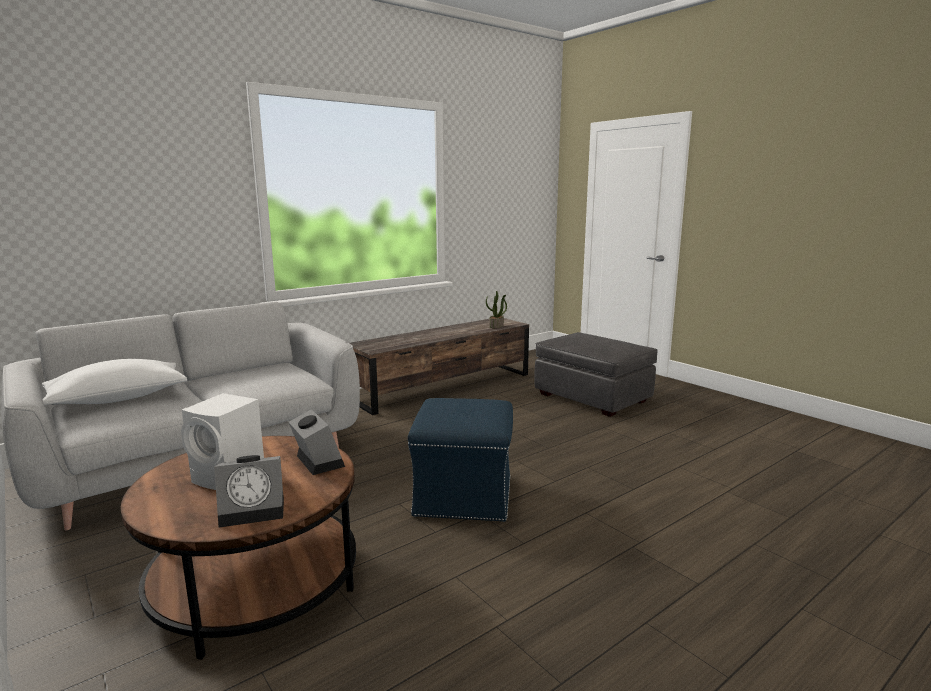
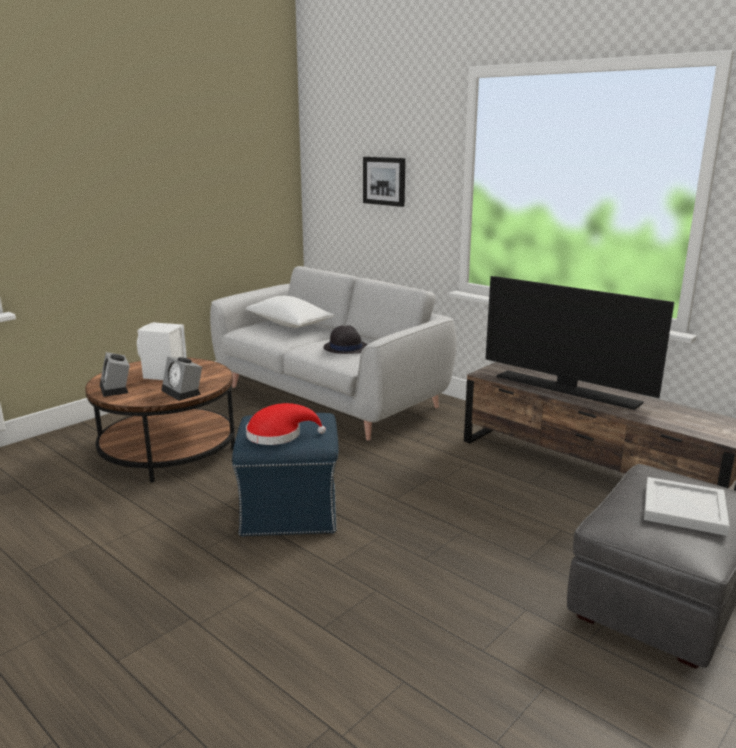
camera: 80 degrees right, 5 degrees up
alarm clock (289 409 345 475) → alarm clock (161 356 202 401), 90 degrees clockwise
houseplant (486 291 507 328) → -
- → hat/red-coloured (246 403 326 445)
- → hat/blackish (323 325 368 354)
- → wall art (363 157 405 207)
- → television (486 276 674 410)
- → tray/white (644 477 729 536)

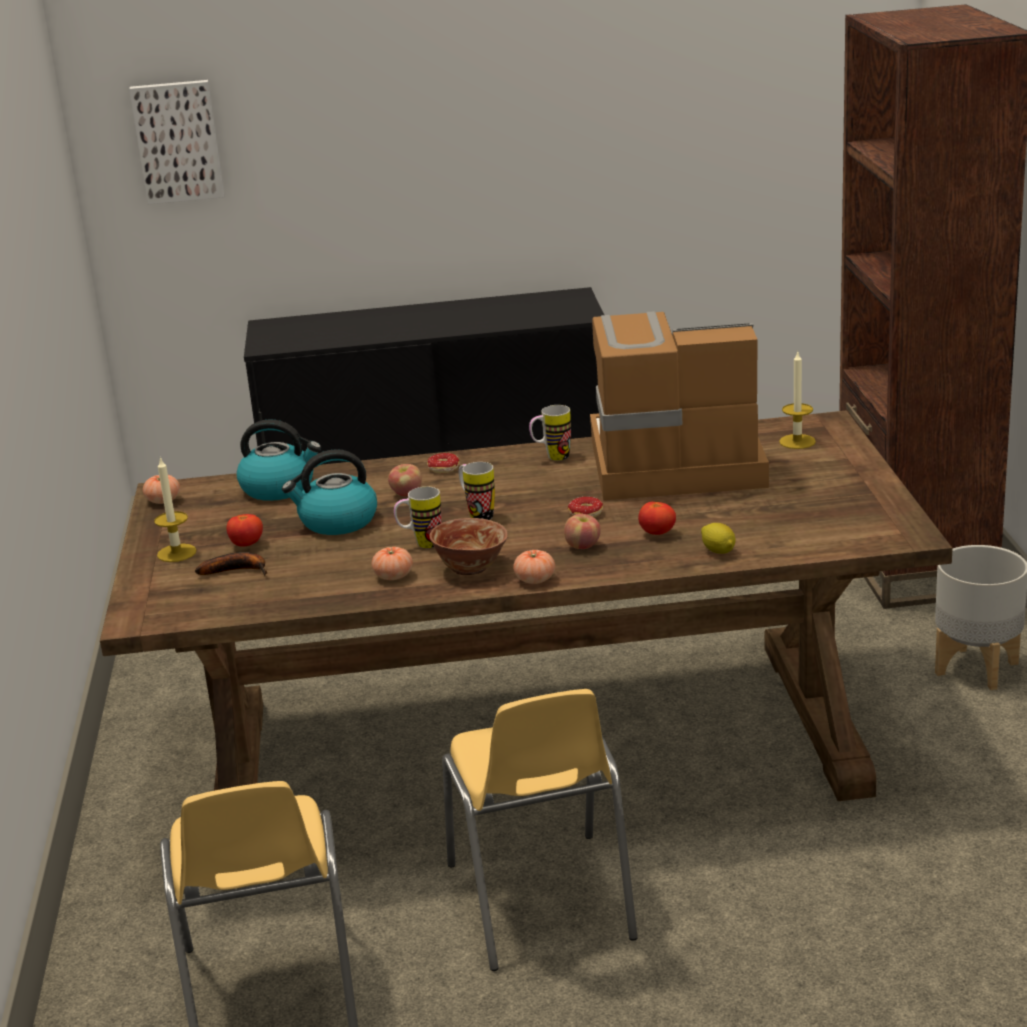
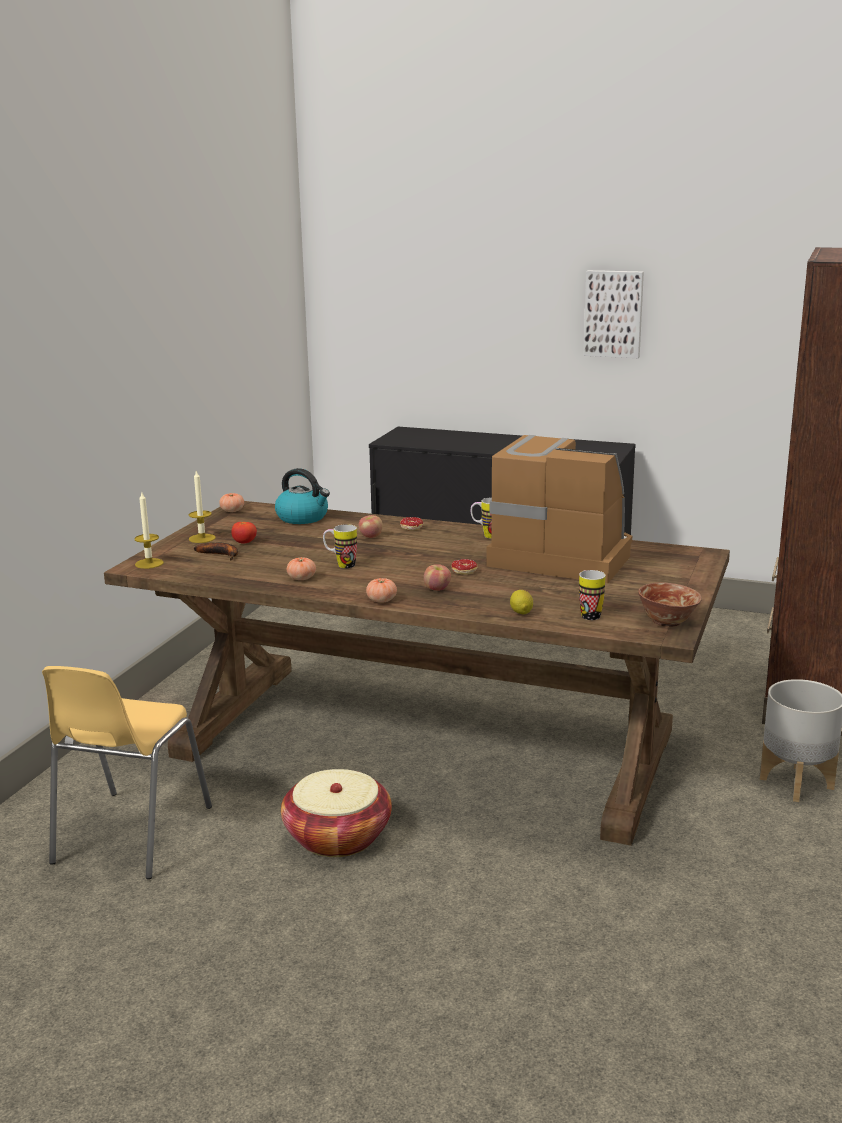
camera: 25 degrees right, 5 degrees down
wall art (129 80 225 204) → wall art (583 270 644 358), moved
water kettle (282 449 377 535) → -
bowl (429 518 508 575) → bowl (638 582 702 627), moved
upright chair/yellowish (442 689 638 971) → household basket (281 769 392 857)
tea mug (459 462 495 520) → tea mug (579 570 606 620), moved
fresh tomato (638 502 676 535) → -
wax light (779 350 816 449) → wax light (134 493 164 569), moved

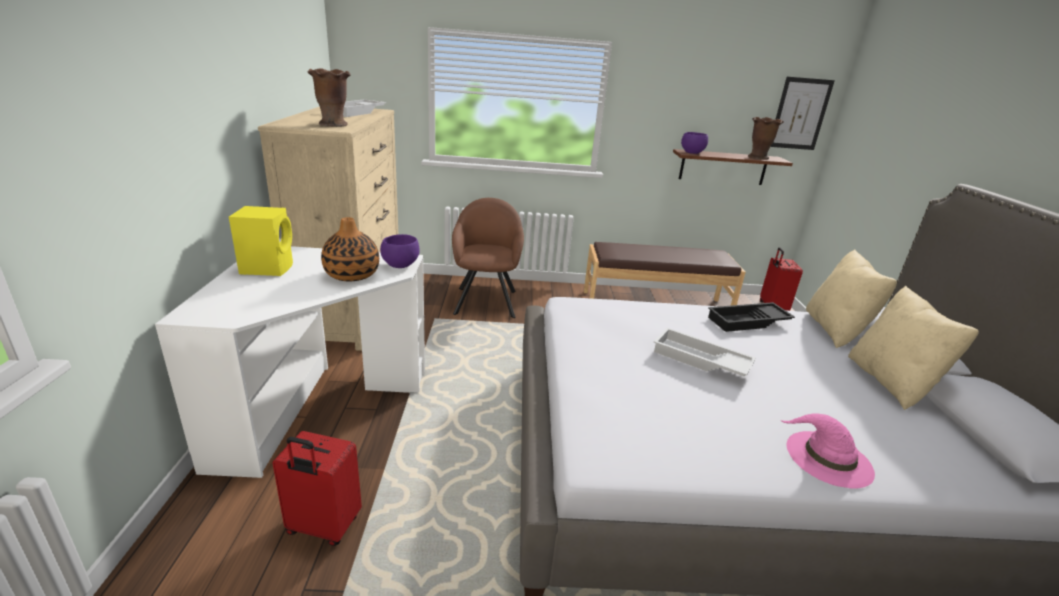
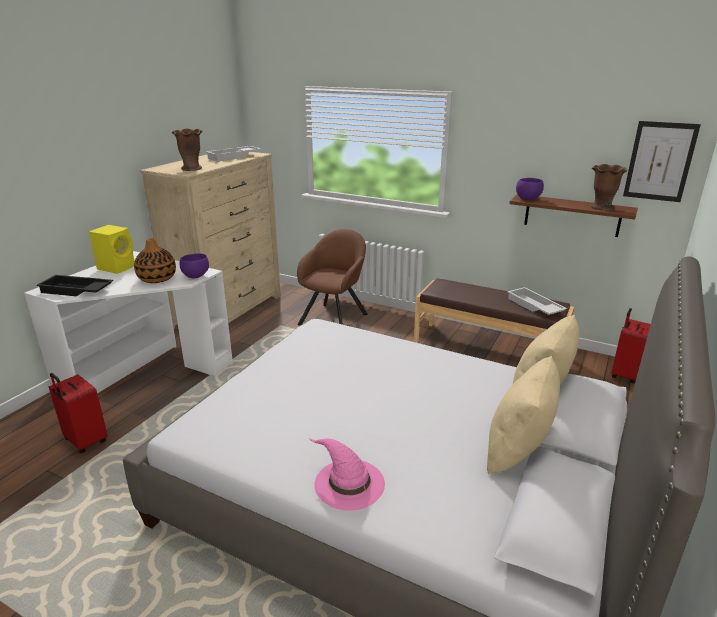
camera: 30 degrees right, 0 degrees up
tray/white (654 328 756 376) → tray/white (507 287 567 315), moved
tray/blackish (708 302 795 332) → tray/blackish (37 275 113 296), moved

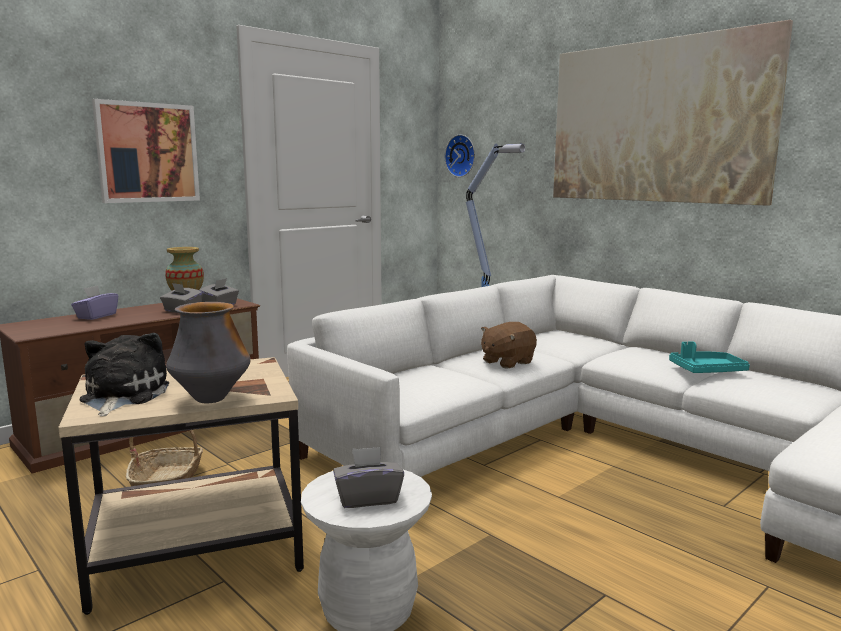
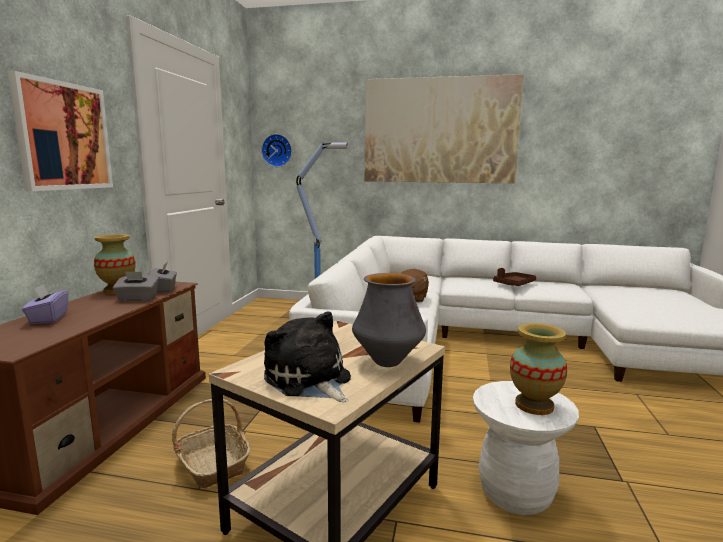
camera: 35 degrees left, 0 degrees up
tissue box/greyish (333 447 404 508) → vase (510 323 567 415)
tray/turquoise-coloured (669 341 750 373) → tray/brown-coloured (493 268 536 286)

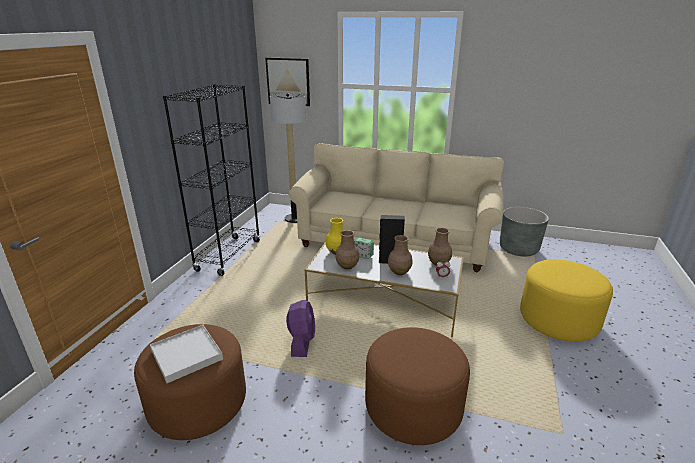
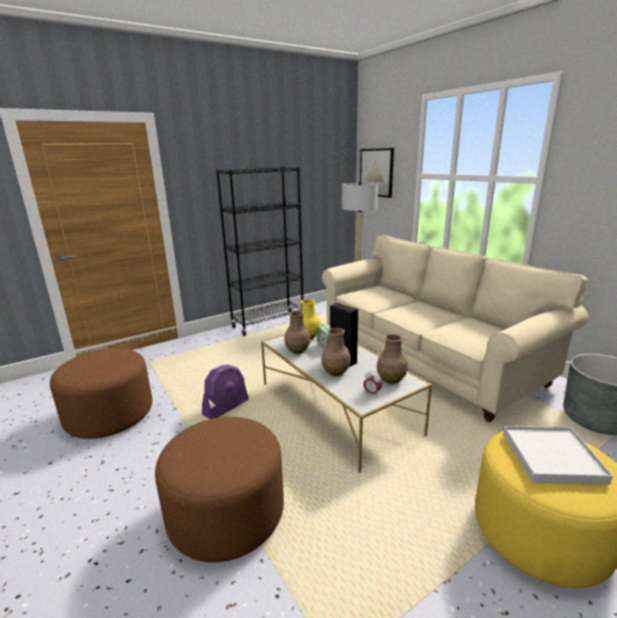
camera: 40 degrees right, 5 degrees down
tray/white (150 325 223 383) → tray/white (503 426 613 485), moved

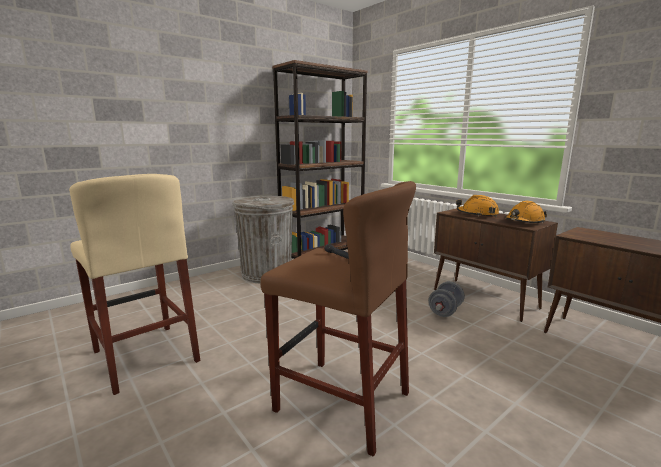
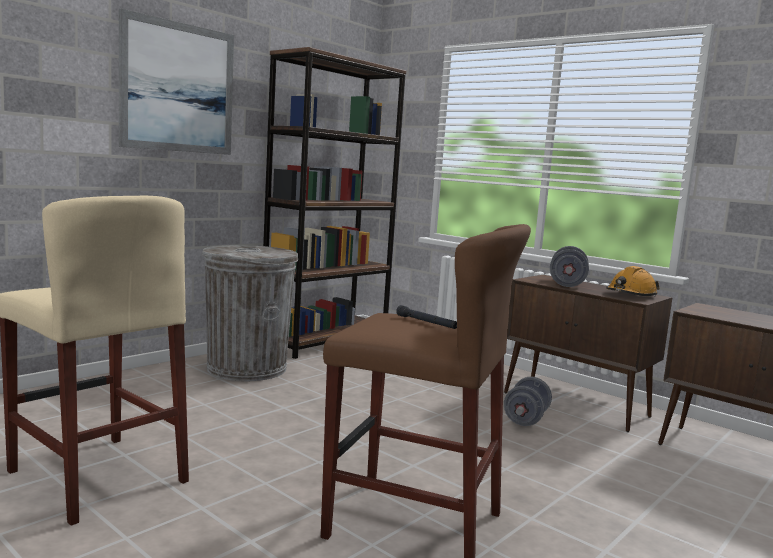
camera: 10 degrees left, 5 degrees down
work helmet/orangey (456 195 499 217) → hand weight/greyish (550 246 589 287)
- → wall art (119 9 234 155)

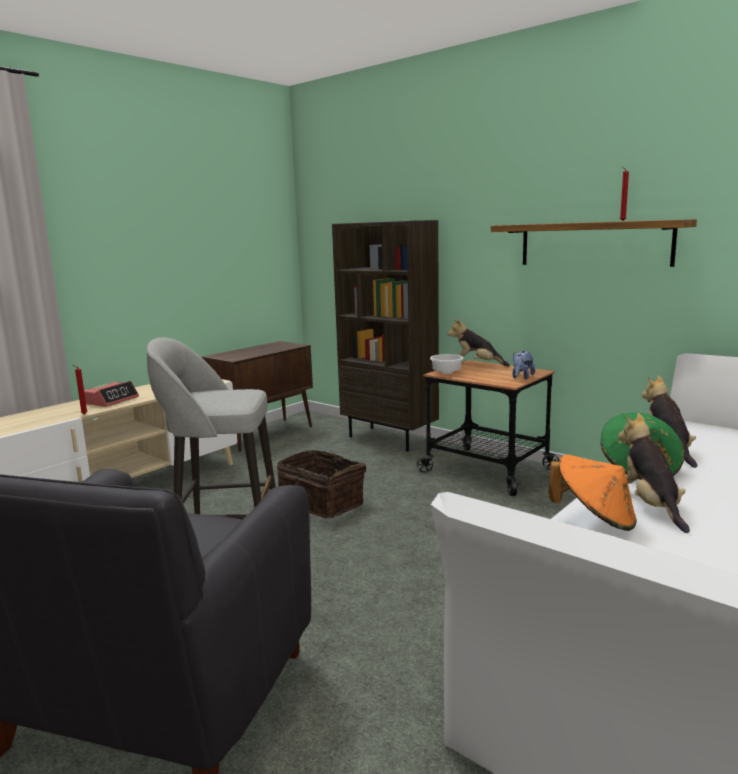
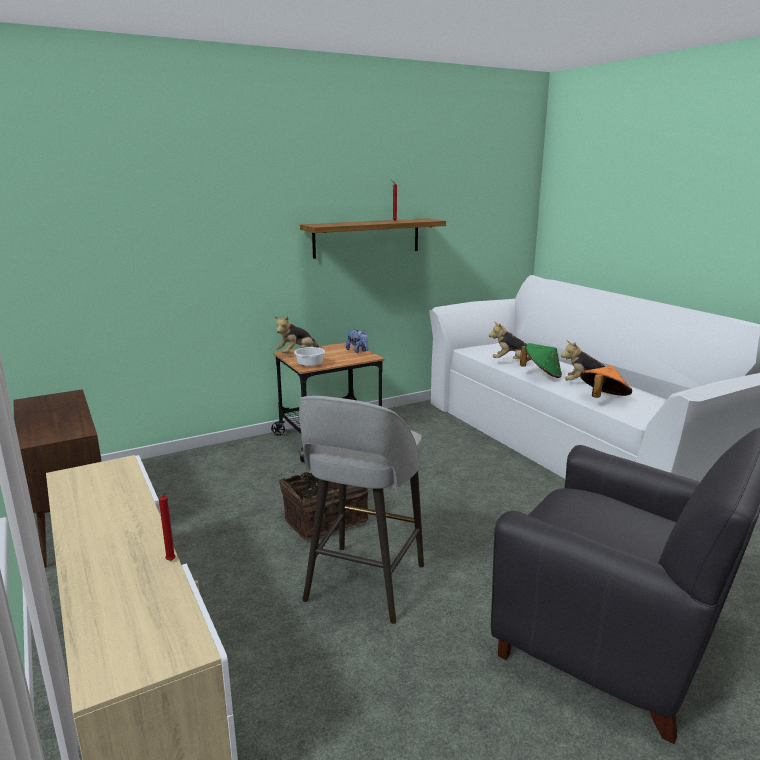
camera: 70 degrees left, 5 degrees up
alarm clock (84 381 139 407) → -
shelving unit/brown-coloured (332 220 439 452) → -

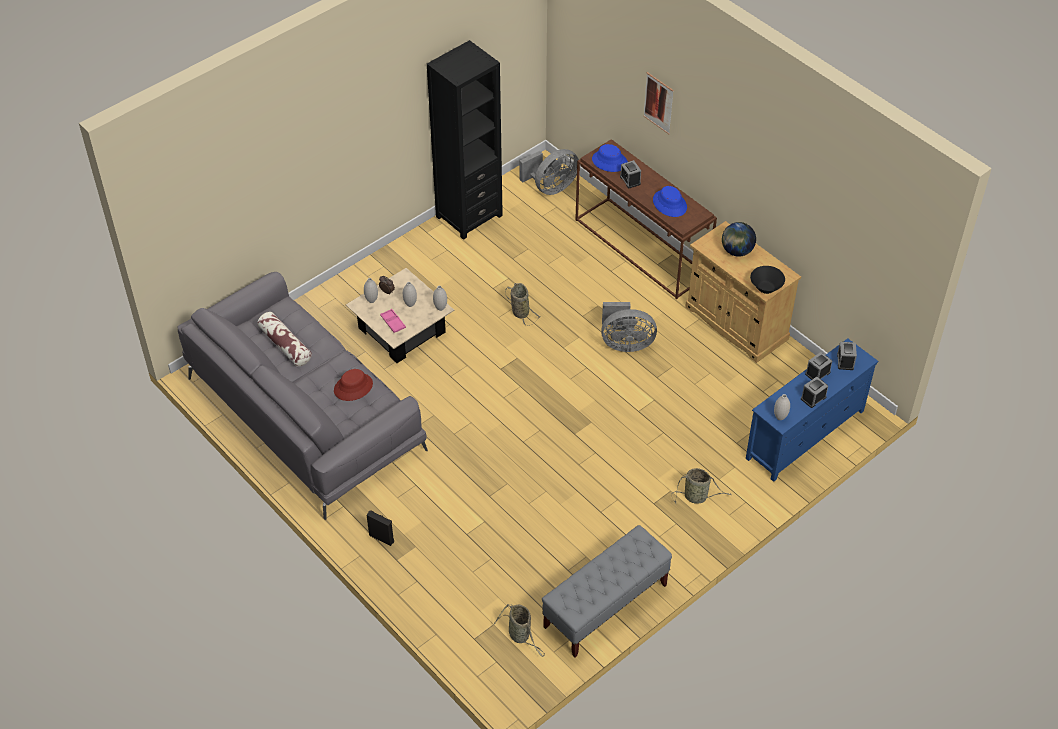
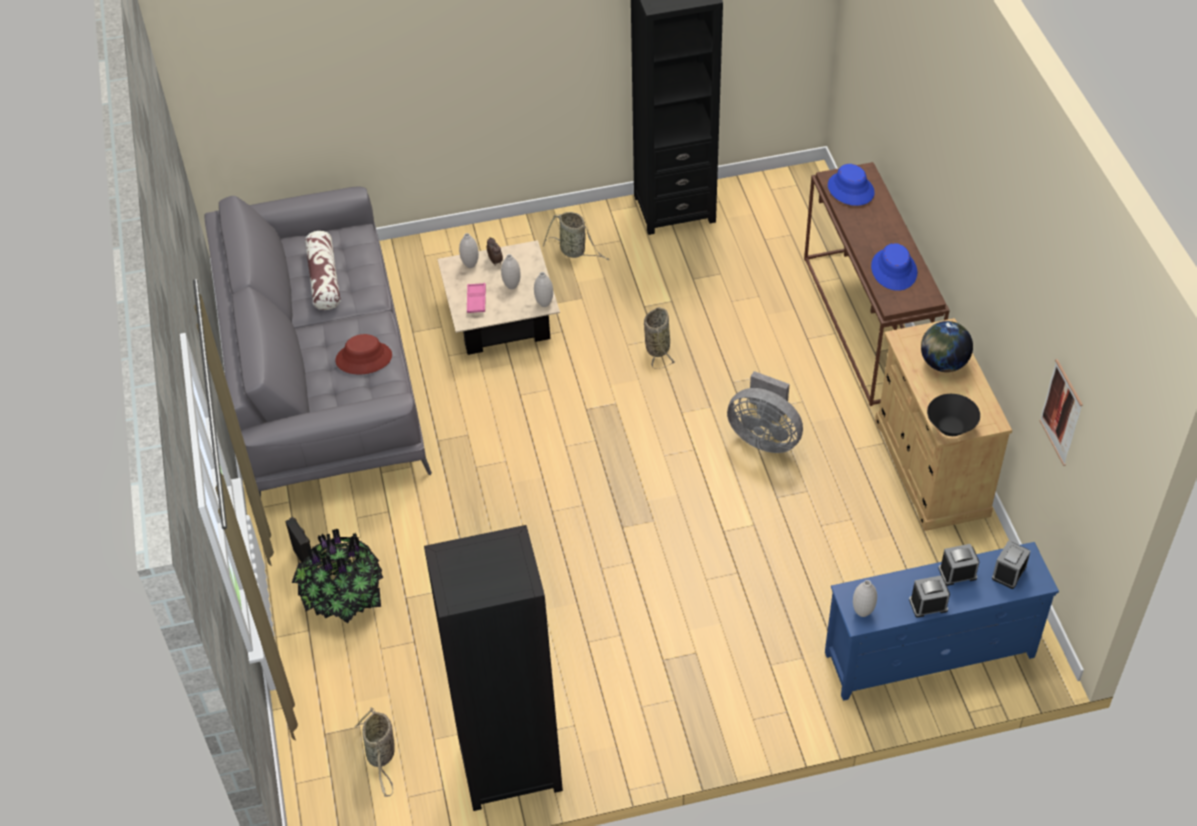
camera: 30 degrees right, 0 degrees up
cooling fan/greyish (520 149 579 195) → -
indoor bench/greyish (542 525 672 658) → shelving unit/blackish (424 525 563 811)
alarm clock (620 160 641 188) → -
wall art (643 72 674 134) → wall art (1040 359 1083 466), moved
household basket (671 468 732 504) → household basket (543 212 609 260), moved
- → houseplant (292 529 383 623)

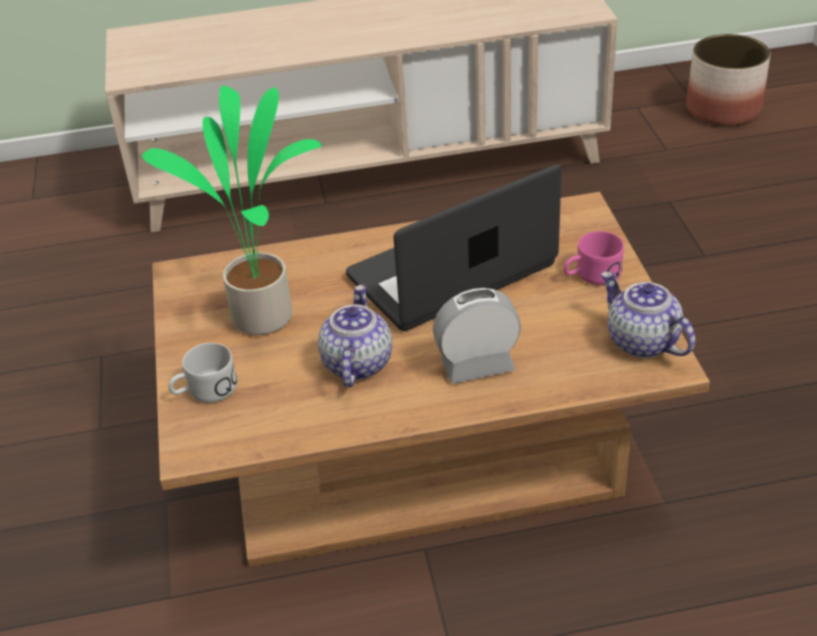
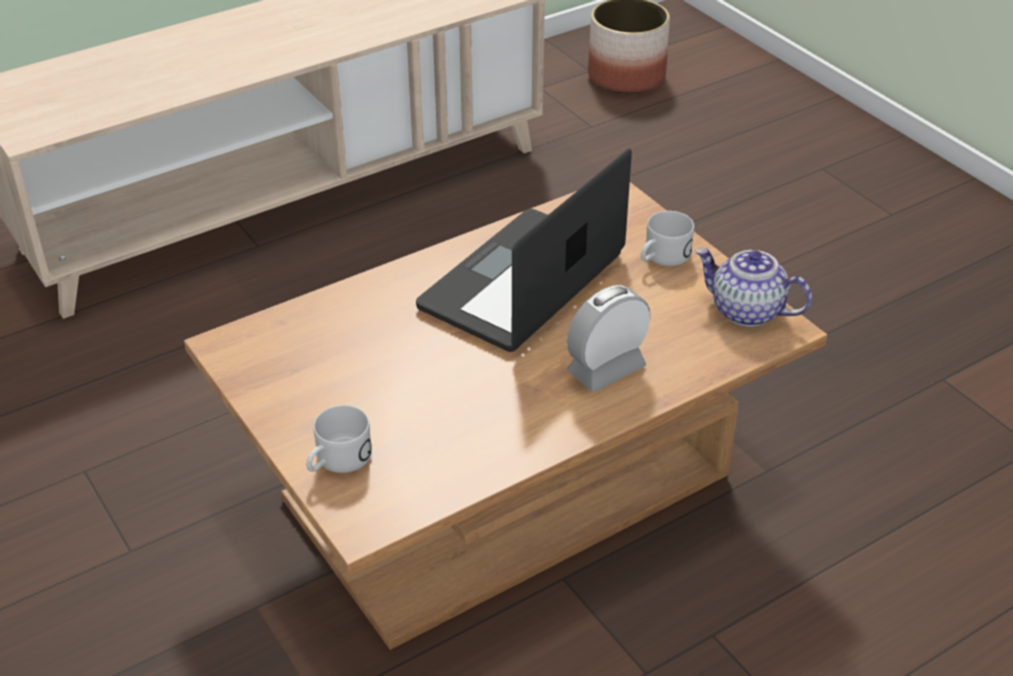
camera: 25 degrees left, 0 degrees up
houseplant (142 85 322 335) → -
teapot (318 285 392 387) → -
tea mug/pink-coloured (564 231 624 285) → tea mug/white (641 211 694 266)

